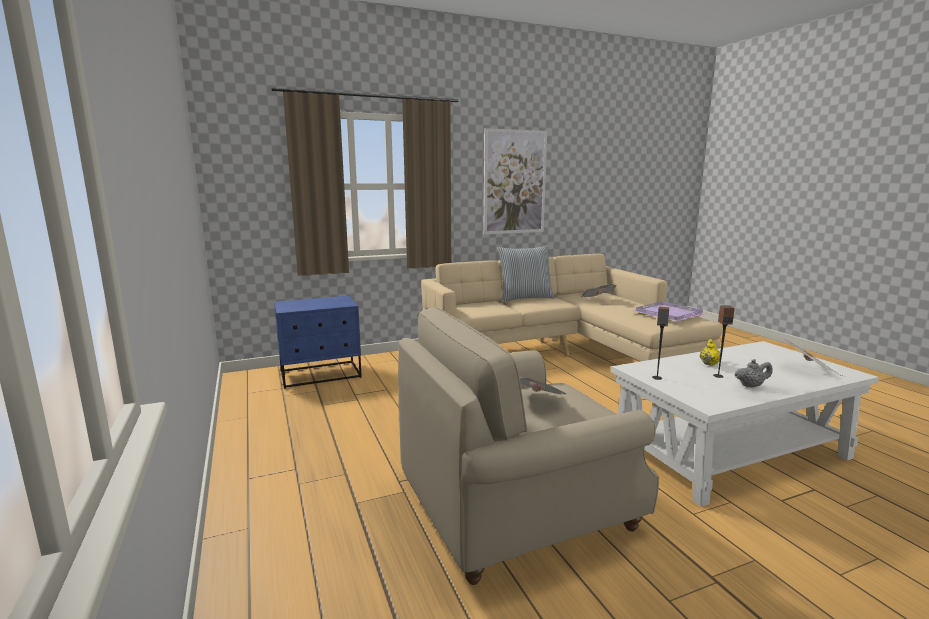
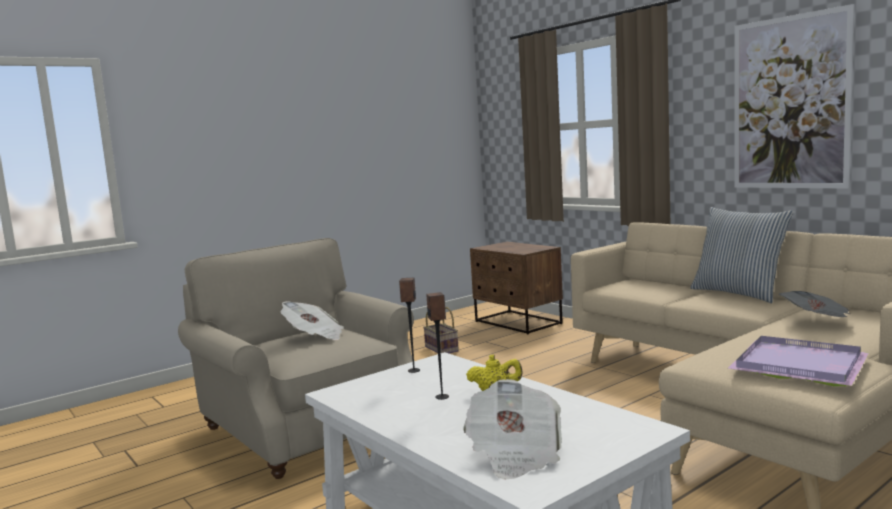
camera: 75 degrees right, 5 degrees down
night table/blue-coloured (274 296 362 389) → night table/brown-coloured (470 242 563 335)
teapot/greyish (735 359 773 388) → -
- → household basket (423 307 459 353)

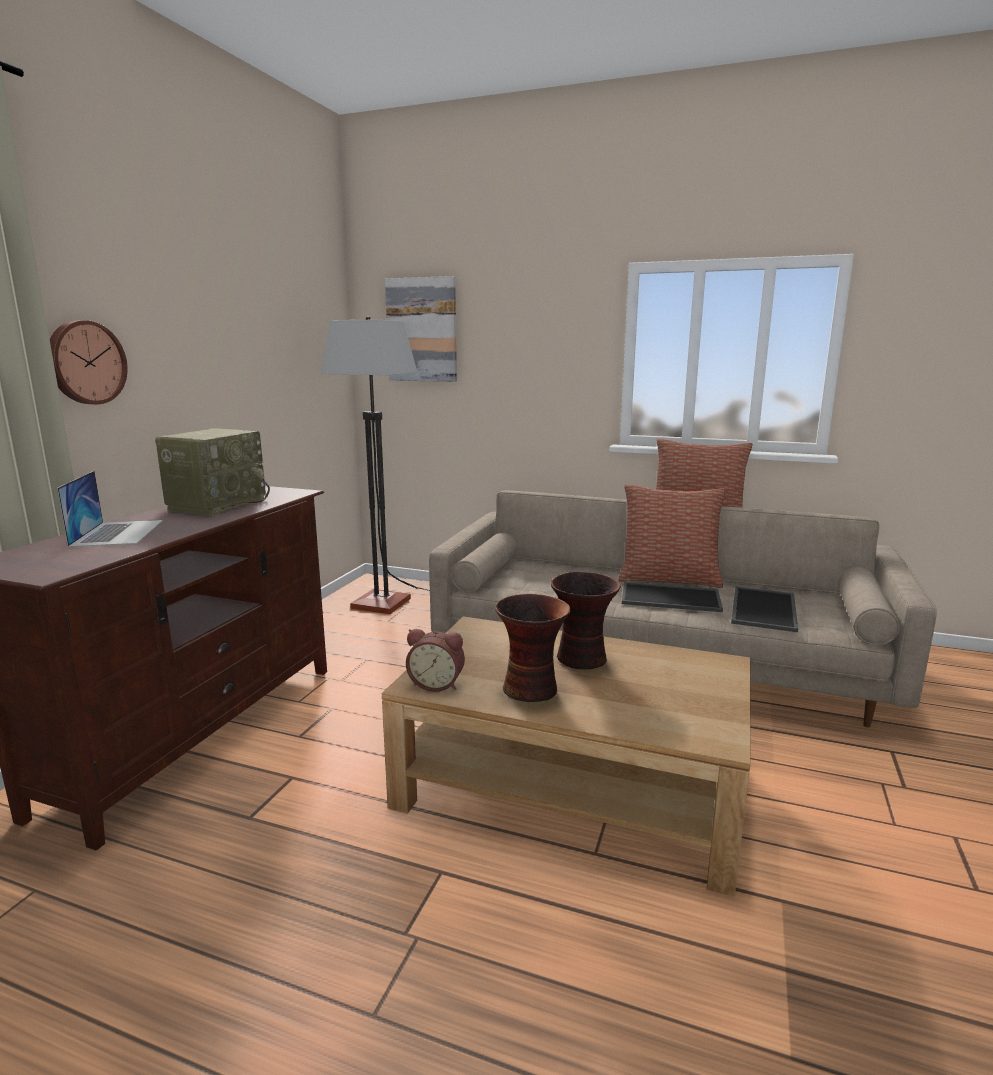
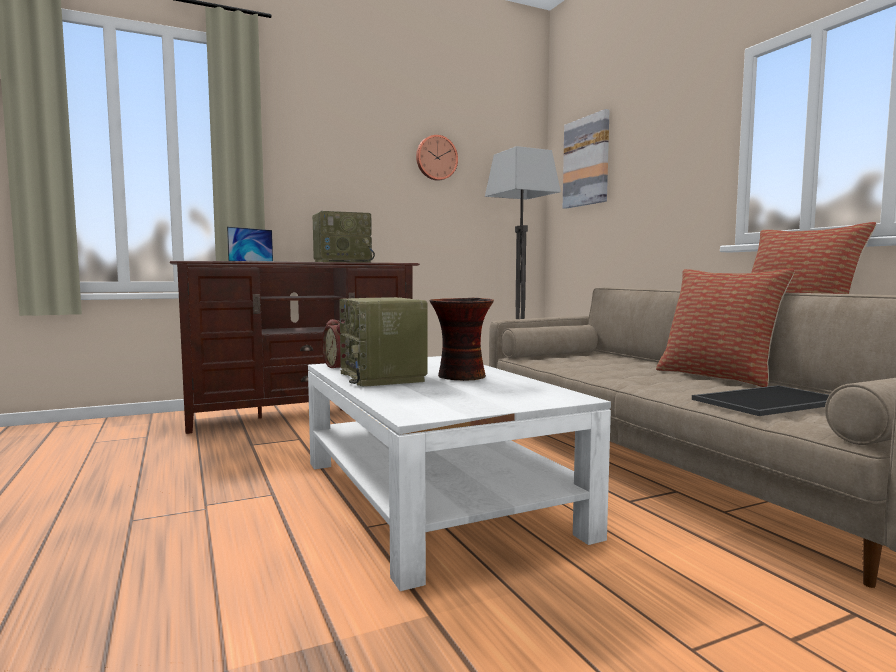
camera: 45 degrees right, 10 degrees down
wall clock (50 320 128 404) → wall clock (416 135 458 181), moved
low table/brown-coloured (382 616 751 897) → low table/white (308 356 611 591)
vase (495 594 571 702) → radio receiver (339 297 428 387)
tray (622 582 723 612) → -

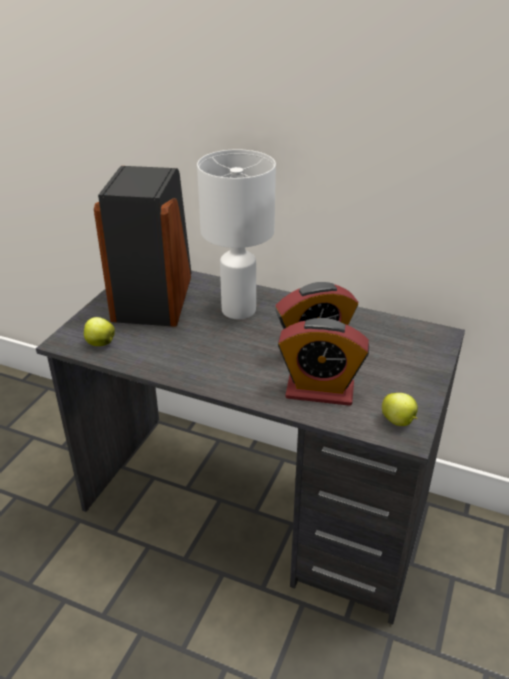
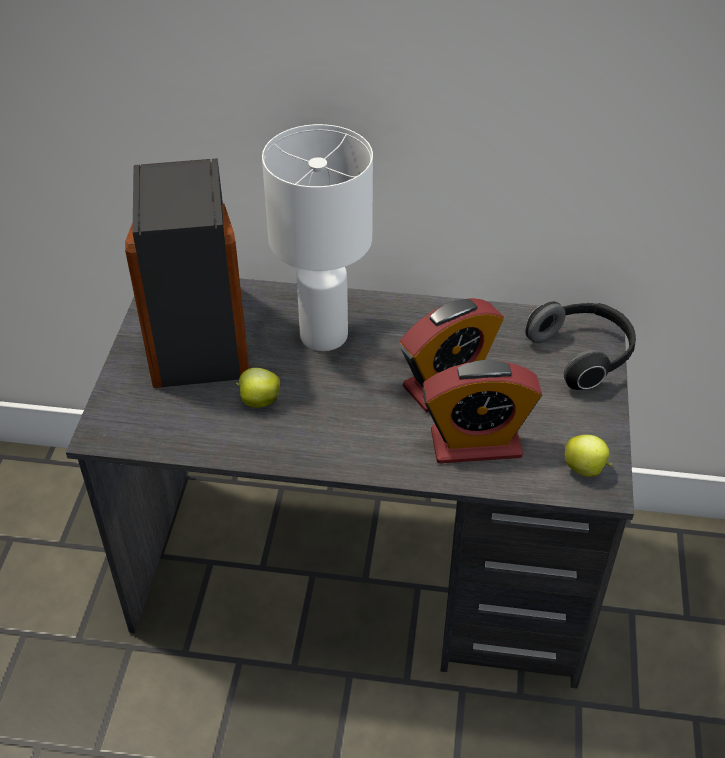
camera: 15 degrees left, 10 degrees up
apple (84 317 115 346) → apple (236 368 280 408), moved
- → pair of headphones (525 302 636 390)

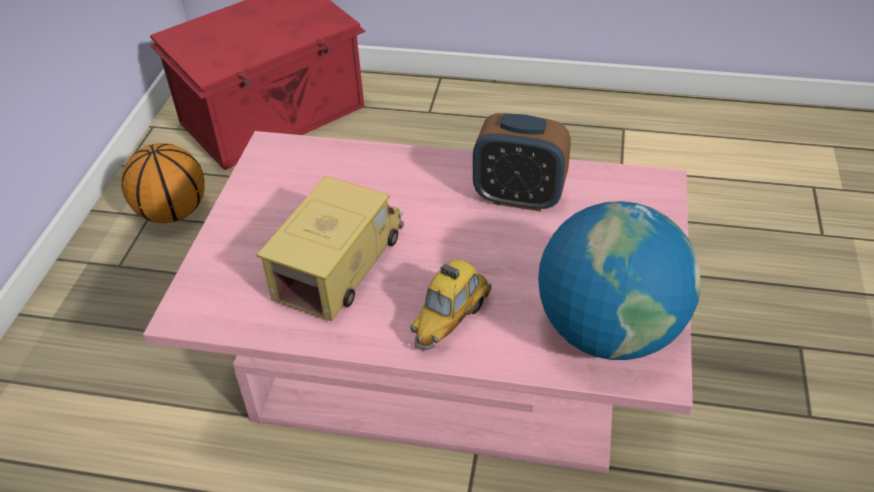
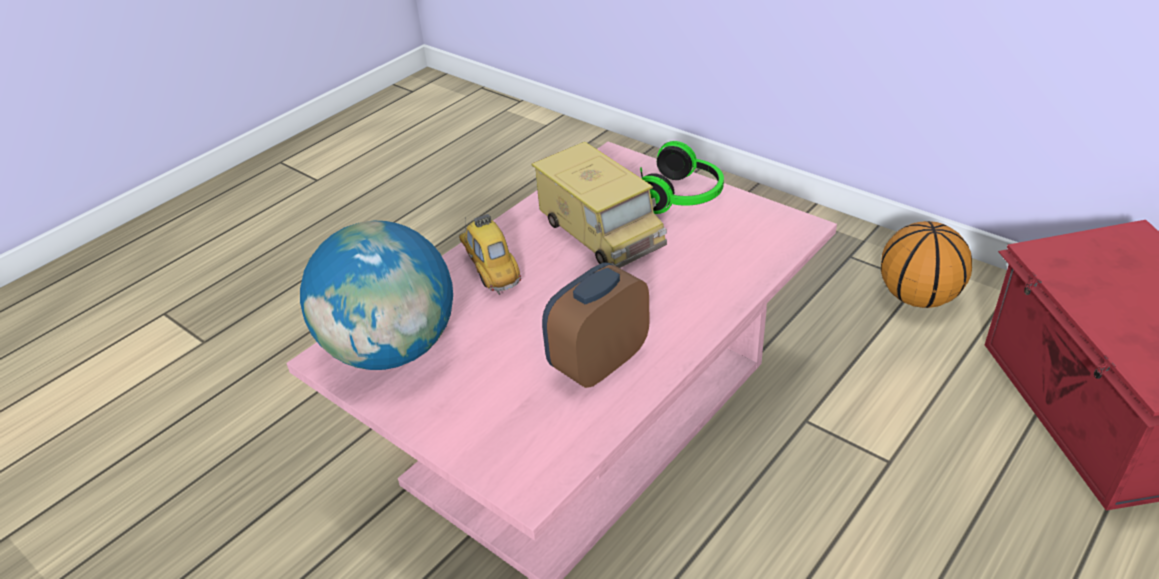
camera: 120 degrees right, 5 degrees down
- → pair of headphones (640 141 724 214)

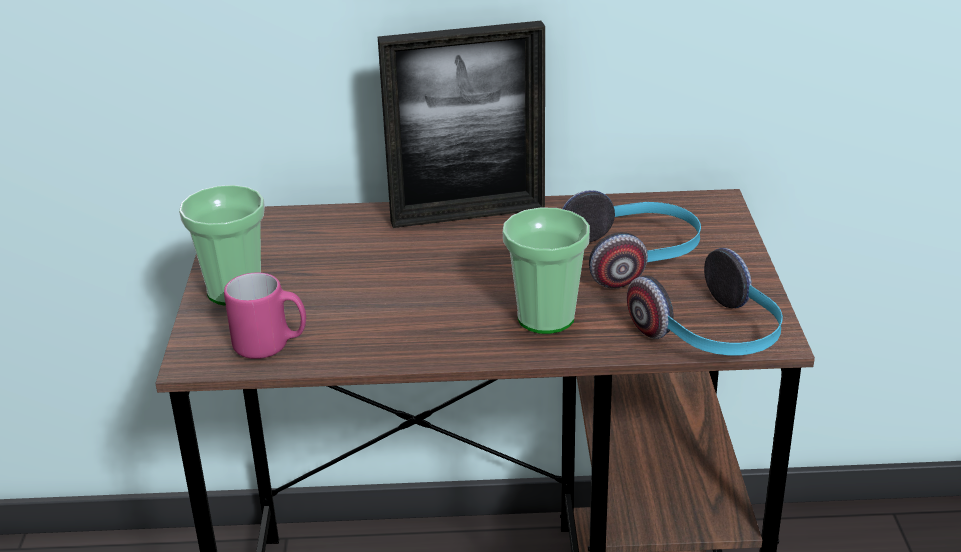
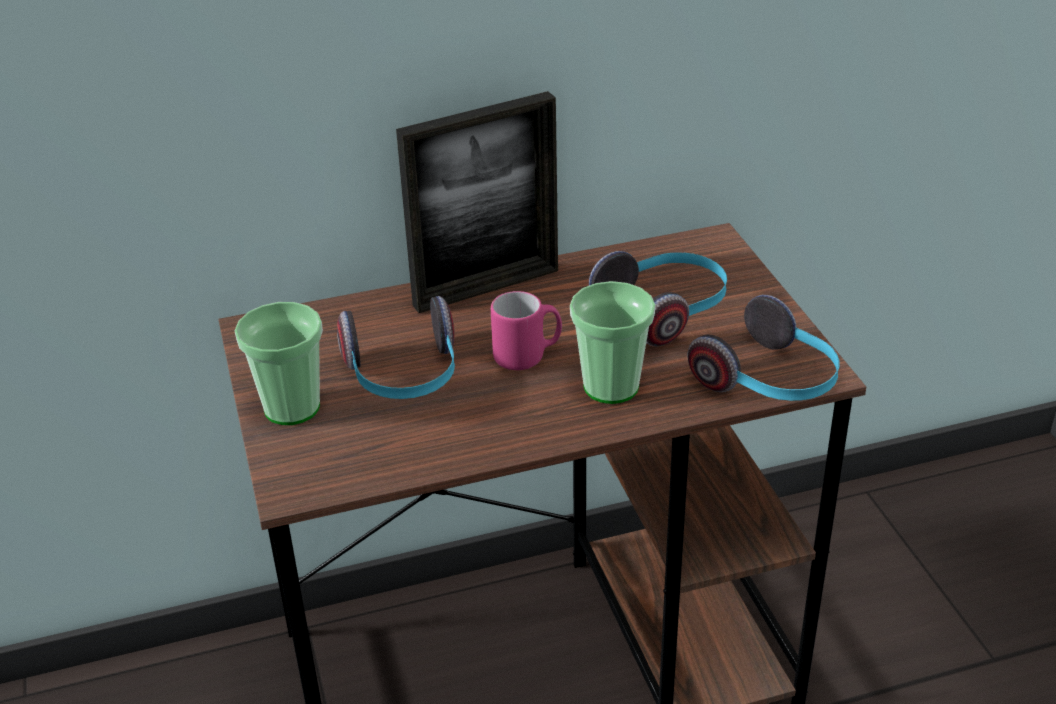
camera: 15 degrees left, 5 degrees up
tea mug/pink-coloured (224 272 306 359) → tea mug/pink-coloured (491 291 562 370), moved
- → pair of headphones (337 296 455 399)

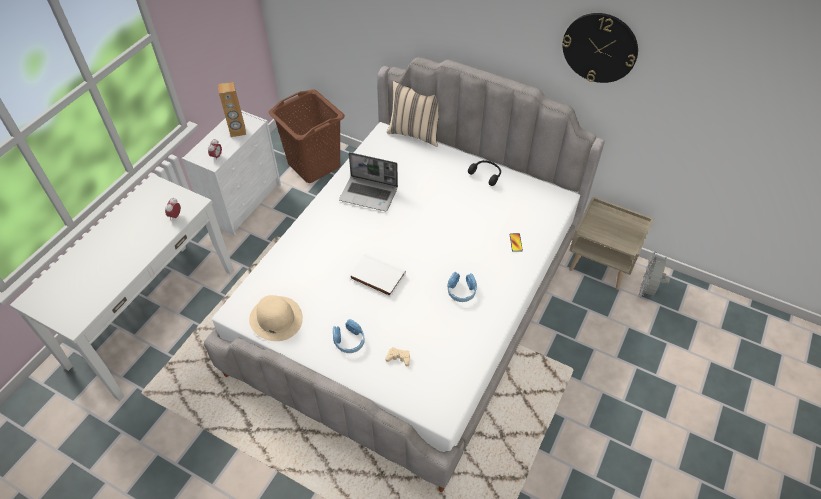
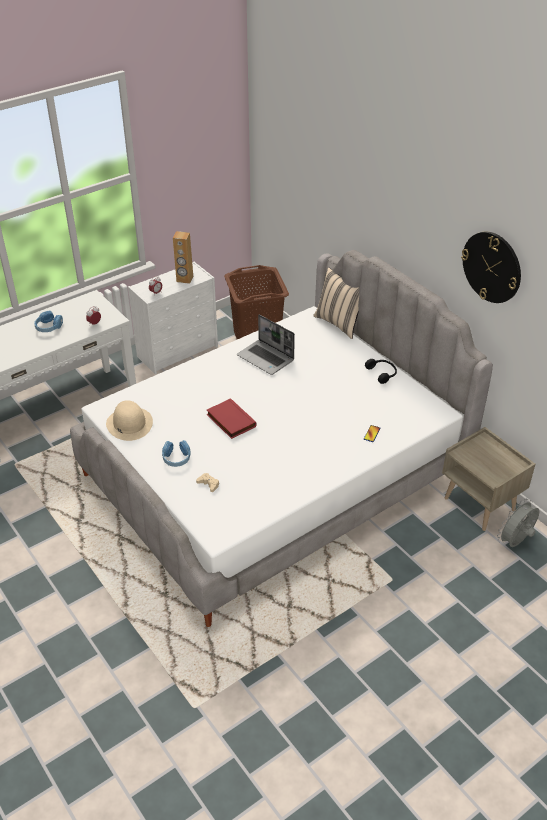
camera: 25 degrees right, 10 degrees down
bound book/white (349 253 406 297) → bound book/red-coloured (207 398 256 439)
pair of headphones/blue-coloured (447 272 477 302) → pair of headphones/blue-coloured (34 310 63 332), moved

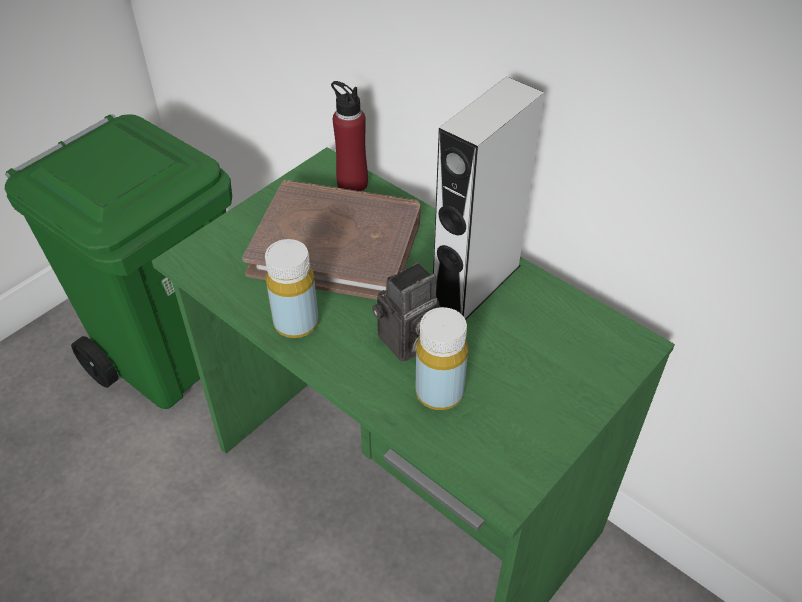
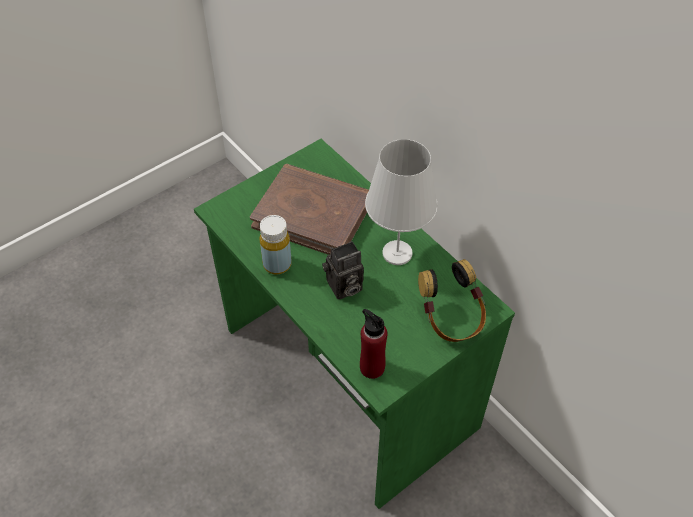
camera: 10 degrees right, 5 degrees up
trash can/green (5 114 232 409) → -
bottle/red-coloured (331 81 368 191) → bottle/red-coloured (360 309 388 379), moved
bottle/yellowish (415 307 468 410) → -
loudspeaker/greyish (433 77 544 320) → lamp for a table/white (365 139 438 265)
- → pair of headphones (418 259 486 342)

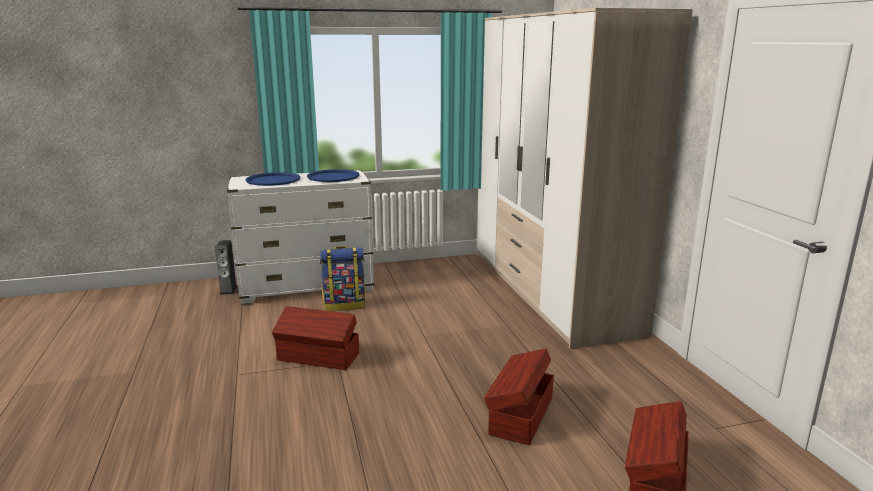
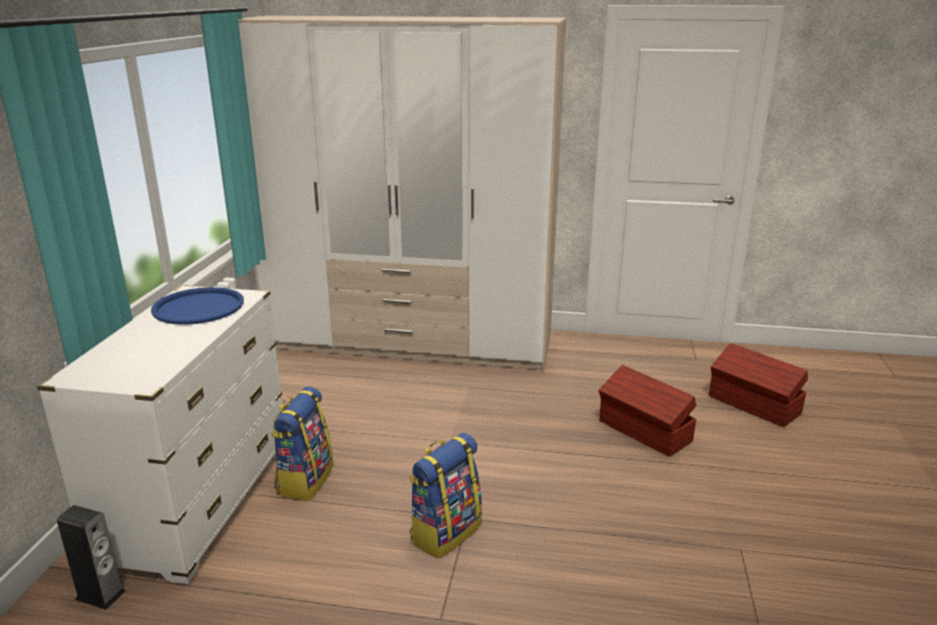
camera: 65 degrees left, 5 degrees up
tray/blue-coloured (245 172 300 186) → -
storage box/brown-coloured (272 306 359 370) → knapsack (410 433 482 559)

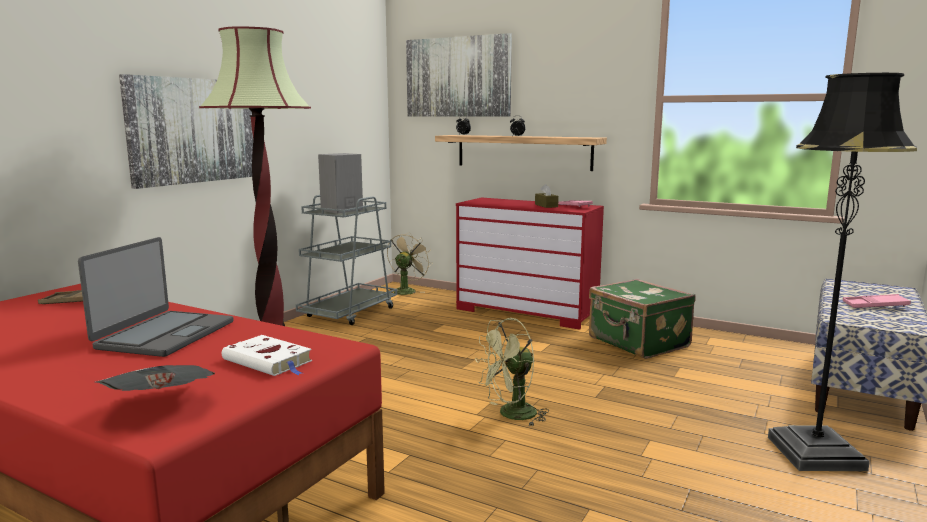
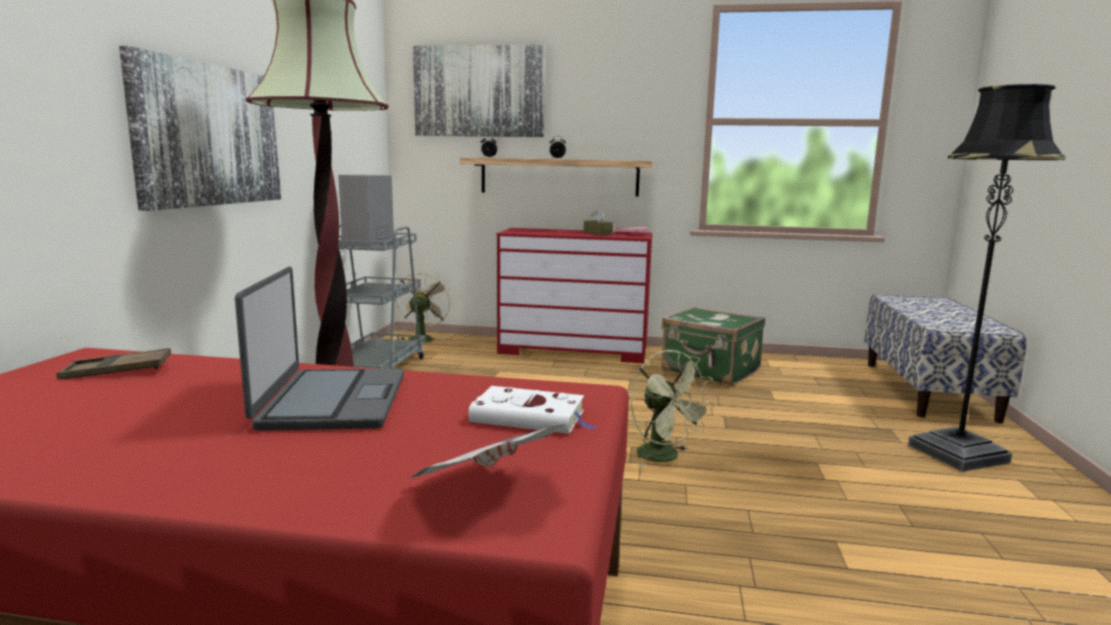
camera: 20 degrees left, 0 degrees up
cooling fan/green (475 318 549 426) → cooling fan/green (631 350 714 468), 75 degrees counterclockwise
tray/pink-coloured (843 294 911 308) → -

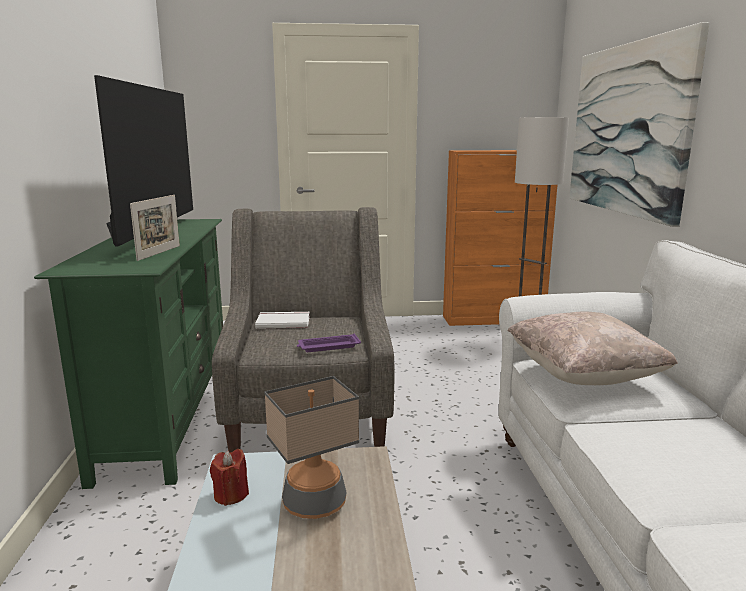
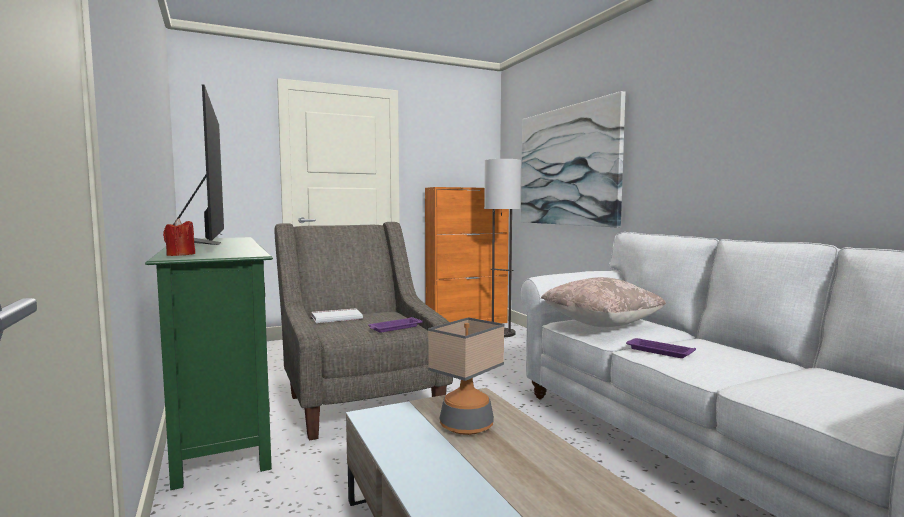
camera: 20 degrees left, 10 degrees down
photo frame (130 195 180 261) → -
wax light/red-coloured (210 449 249 506) → wax light/red-coloured (163 218 195 256), moved
- → tray/purplish (626 338 696 358)

